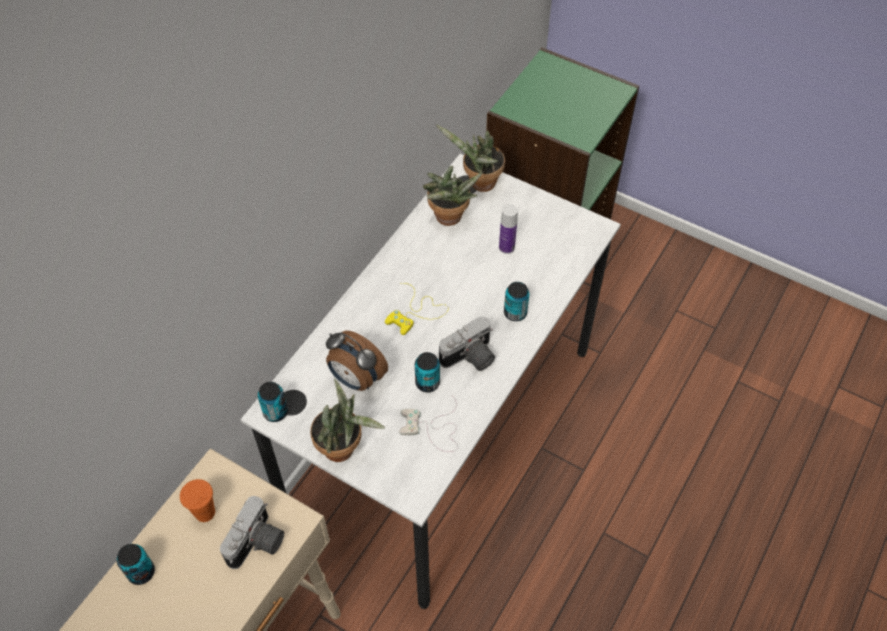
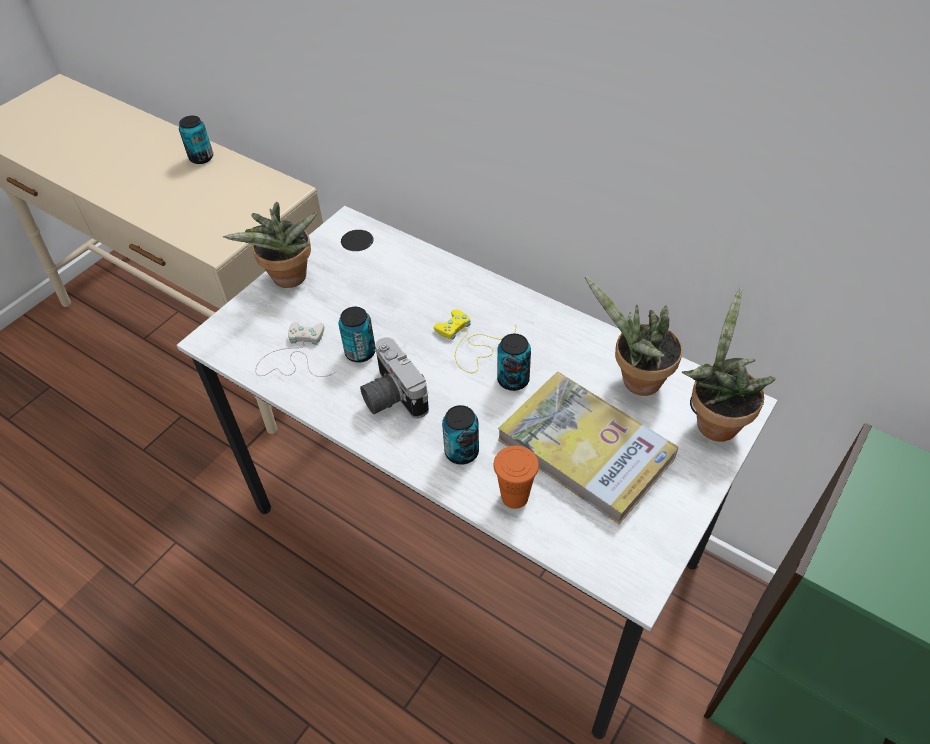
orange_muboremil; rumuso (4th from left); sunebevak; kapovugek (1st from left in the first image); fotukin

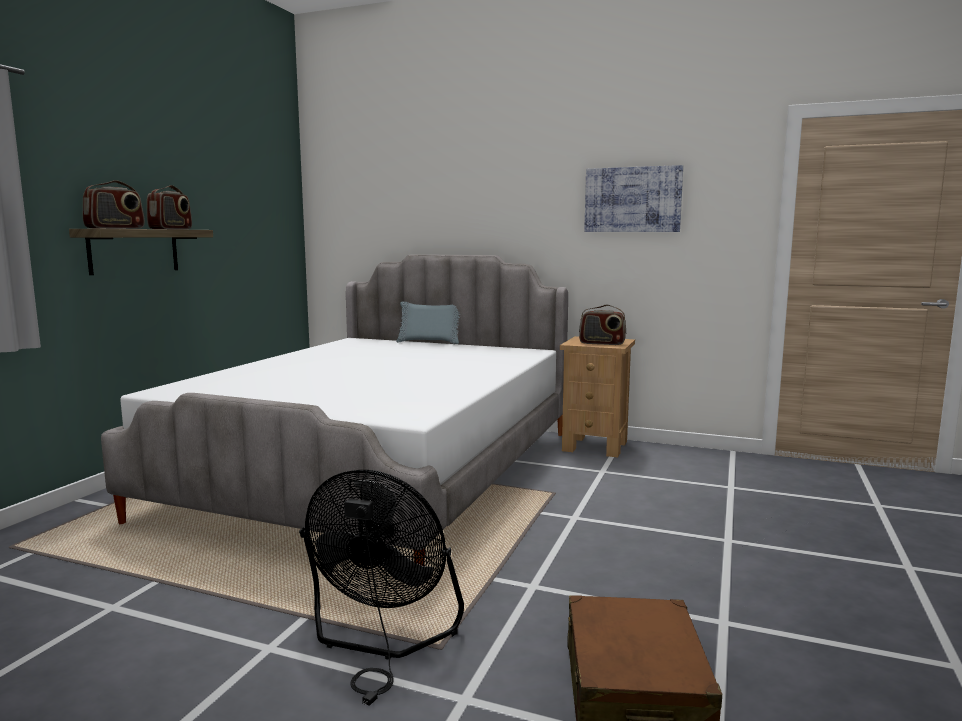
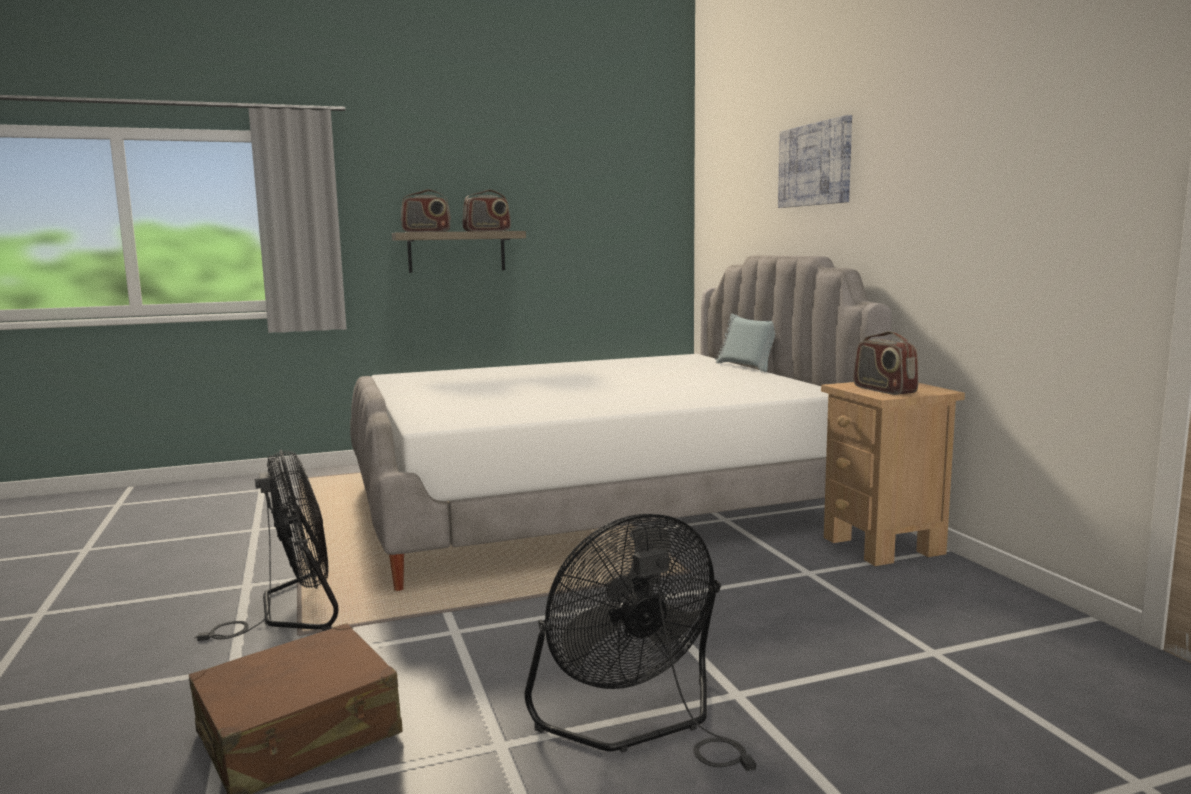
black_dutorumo (2nd from left); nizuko

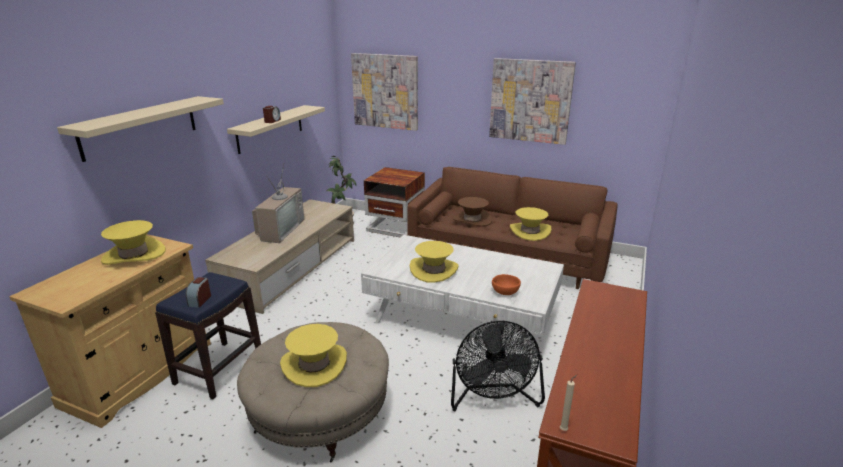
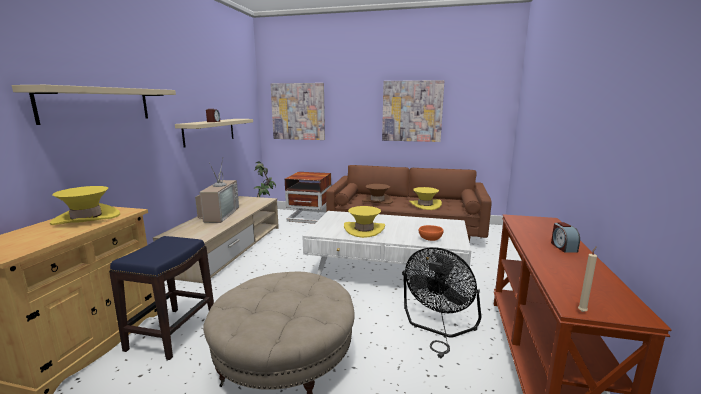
black_dutorumo; fotukin (2nd from left); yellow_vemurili (2nd from left in the first image)

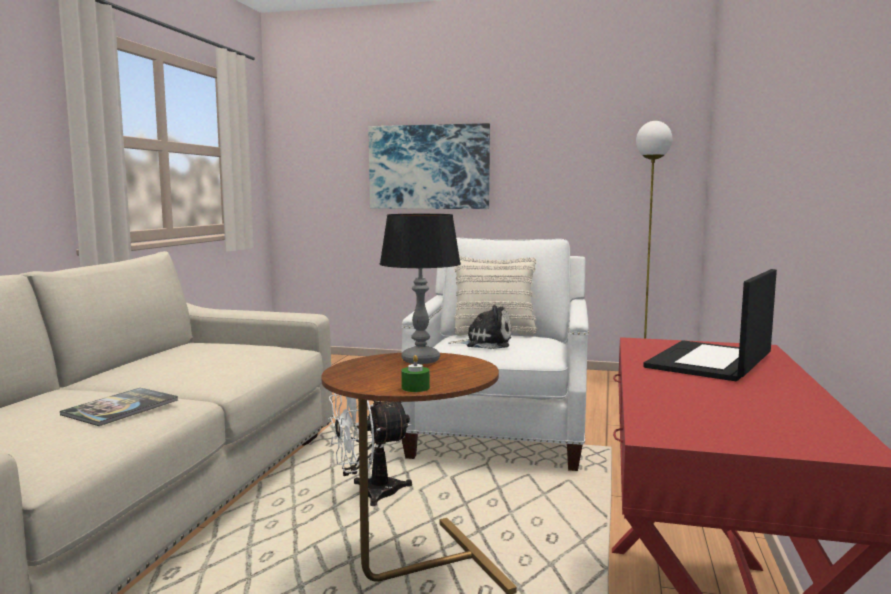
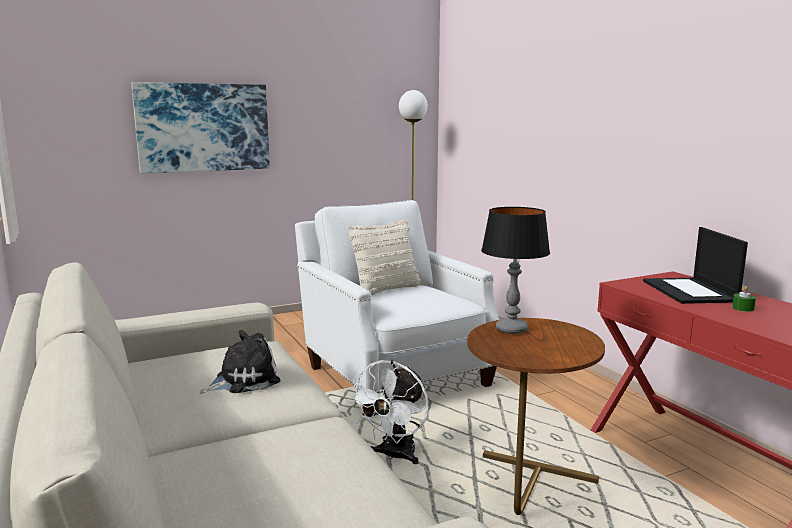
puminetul; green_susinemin; sunebevak

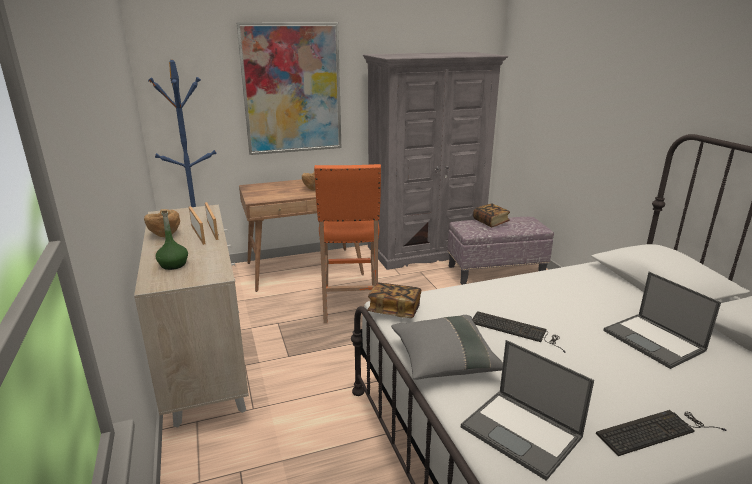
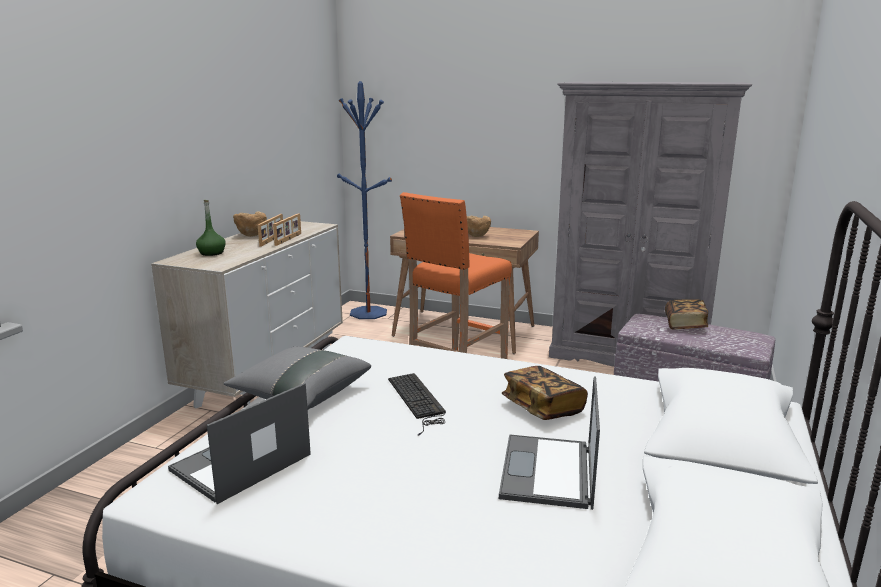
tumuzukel (1st from left); sunebevak (1st from left); nizuko; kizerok (2nd from left in the first image)

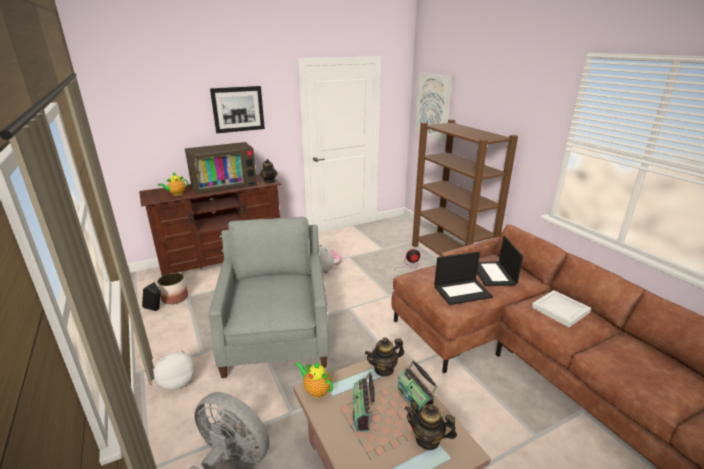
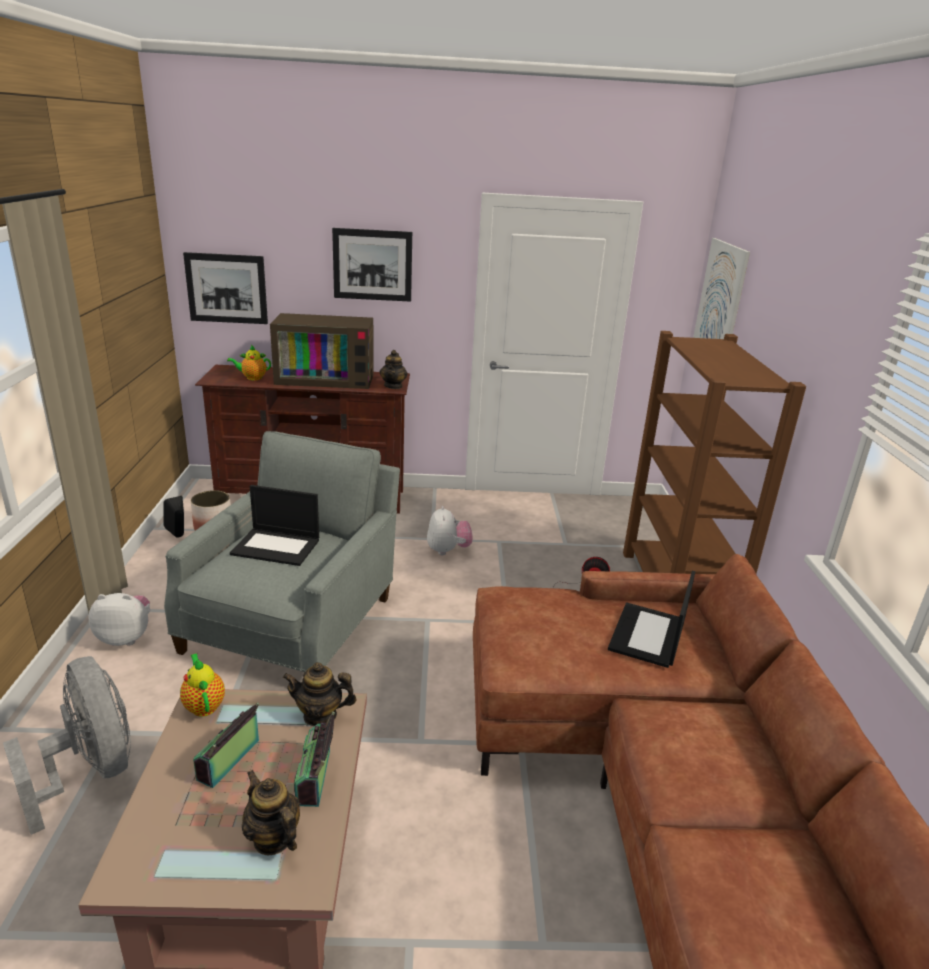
nizuko (1st from left); tumuzukel (1st from left); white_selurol

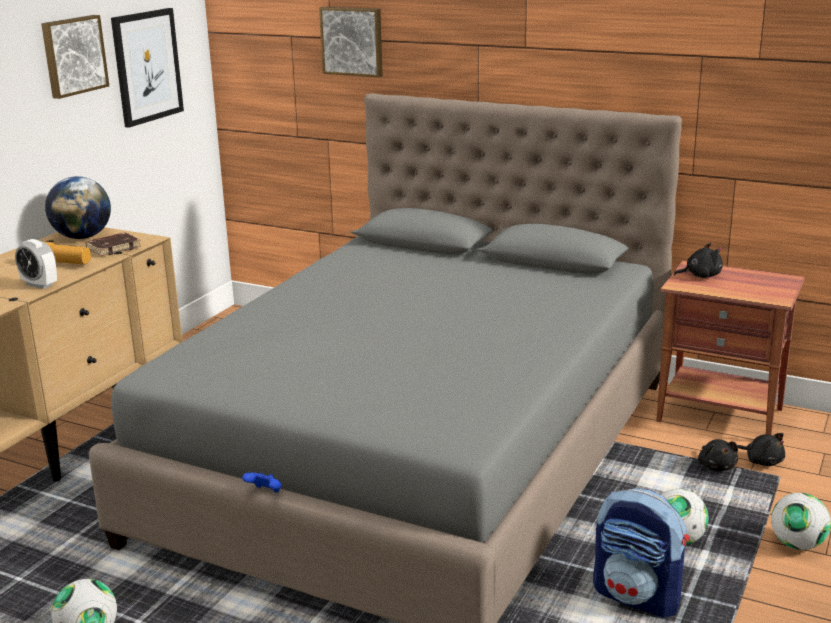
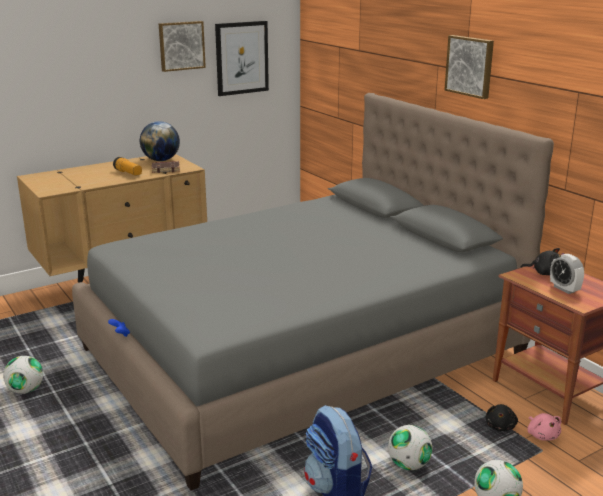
nizuko (3rd from left); pink_puminetul; fotukin

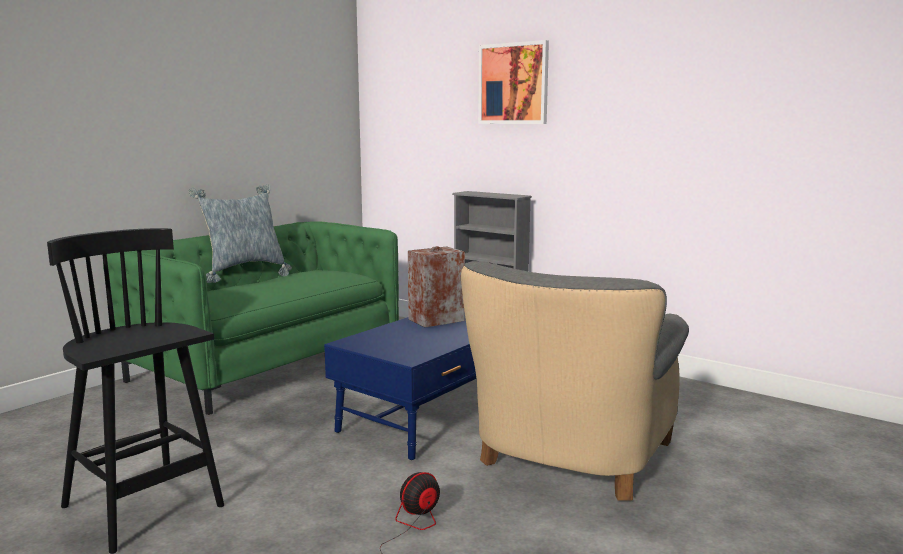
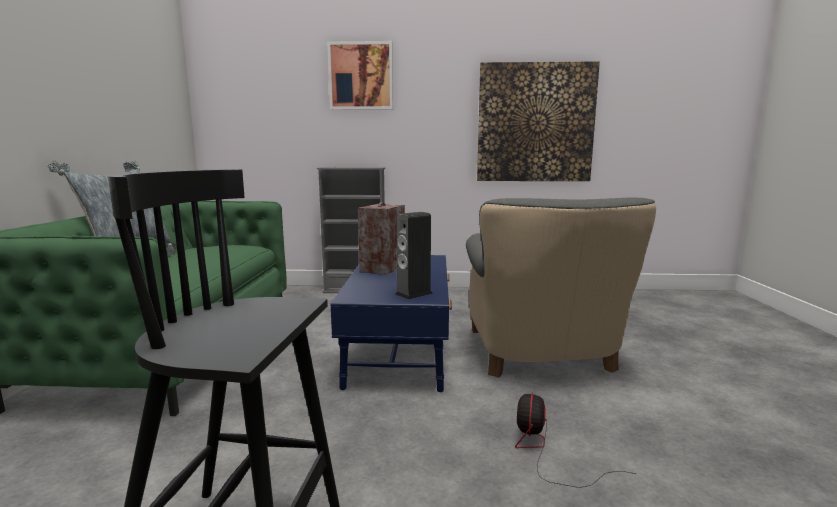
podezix (2nd from left); nizuko (2nd from left)

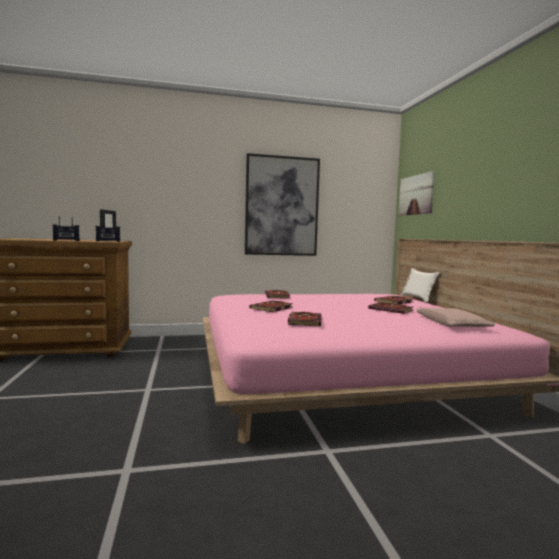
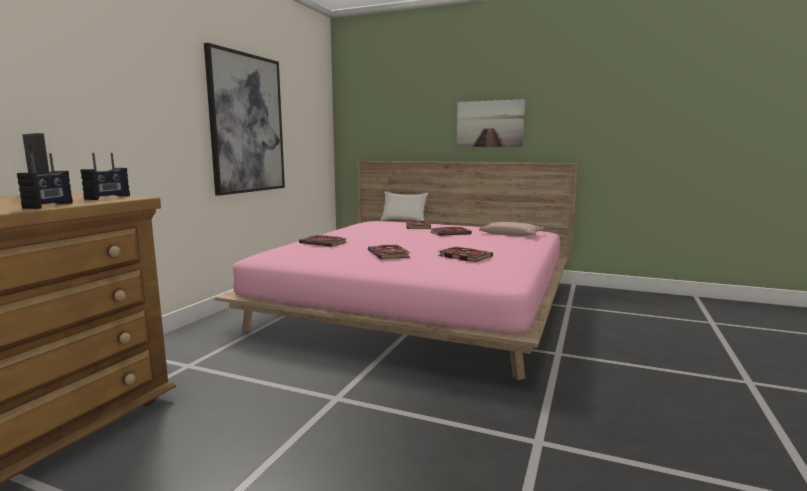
nizuko (2nd from left)

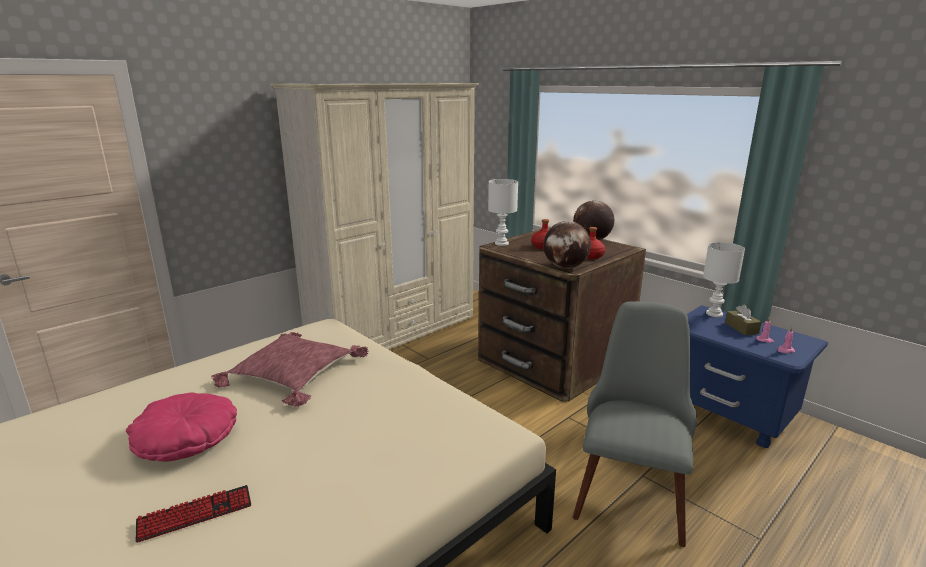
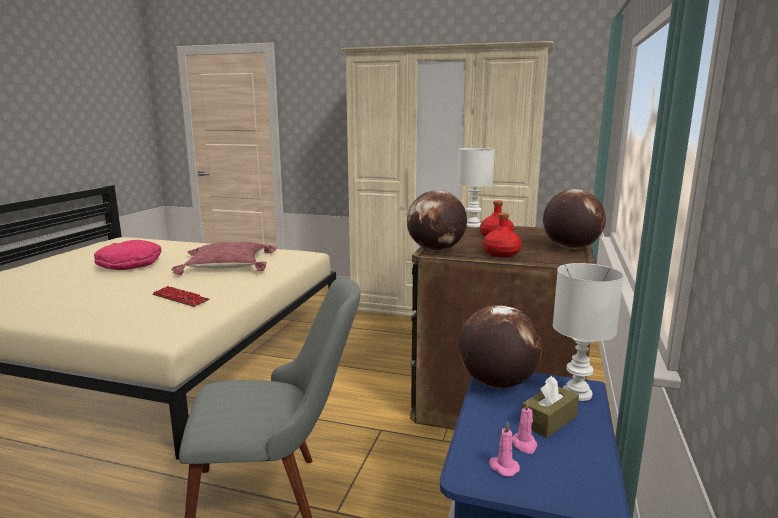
kizerok; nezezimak (2nd from left)

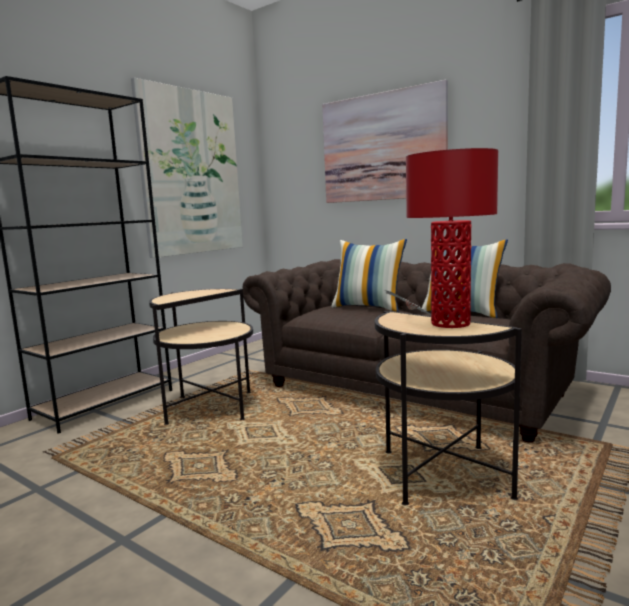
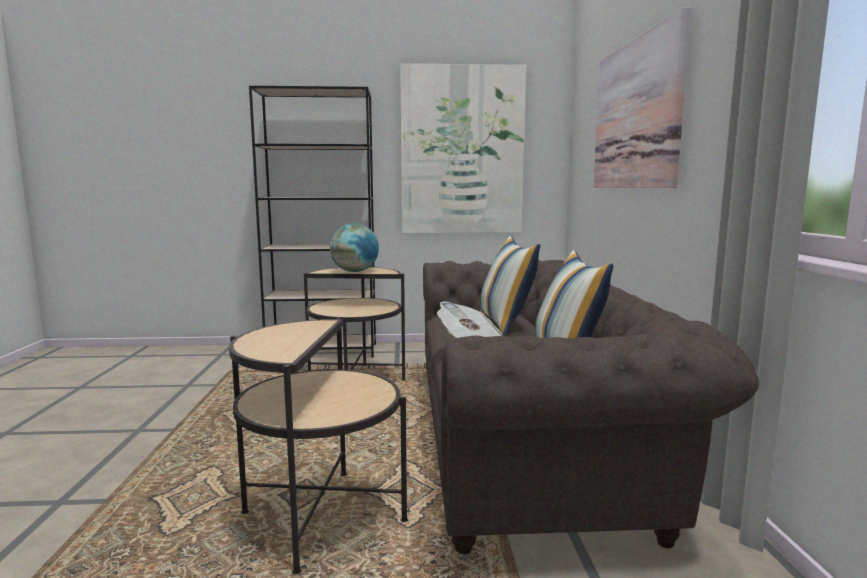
nezezimak; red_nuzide

